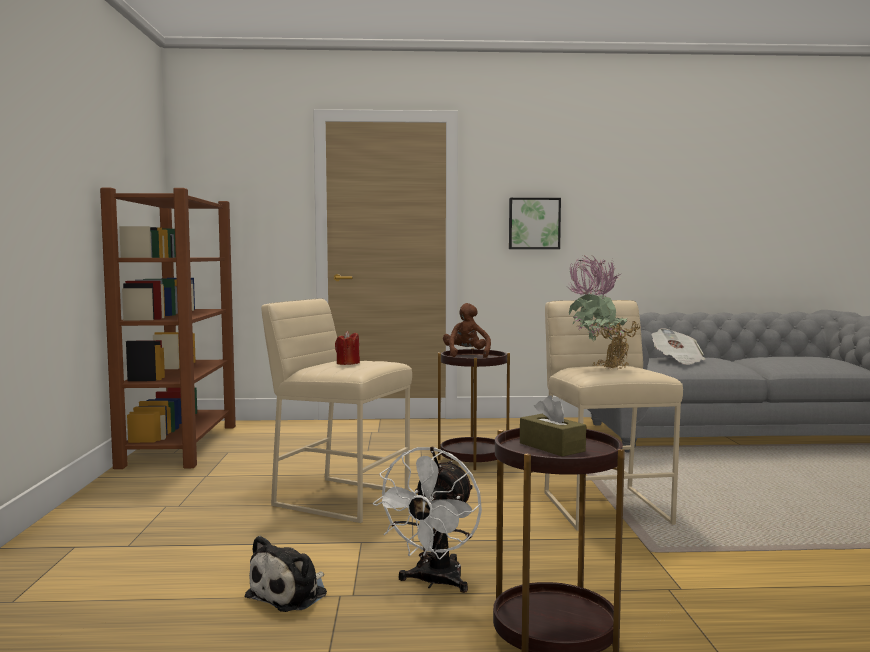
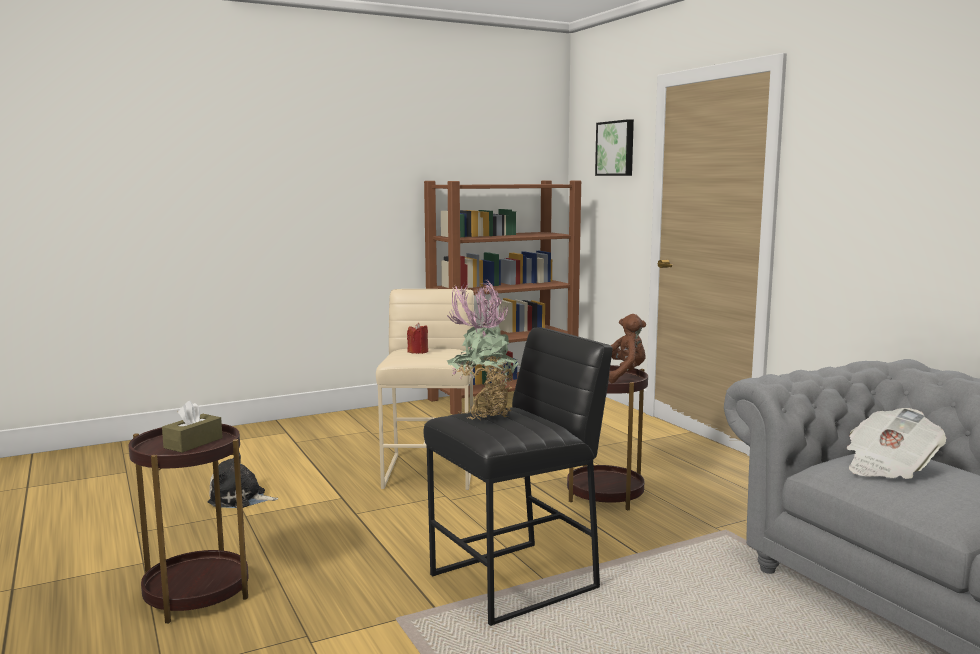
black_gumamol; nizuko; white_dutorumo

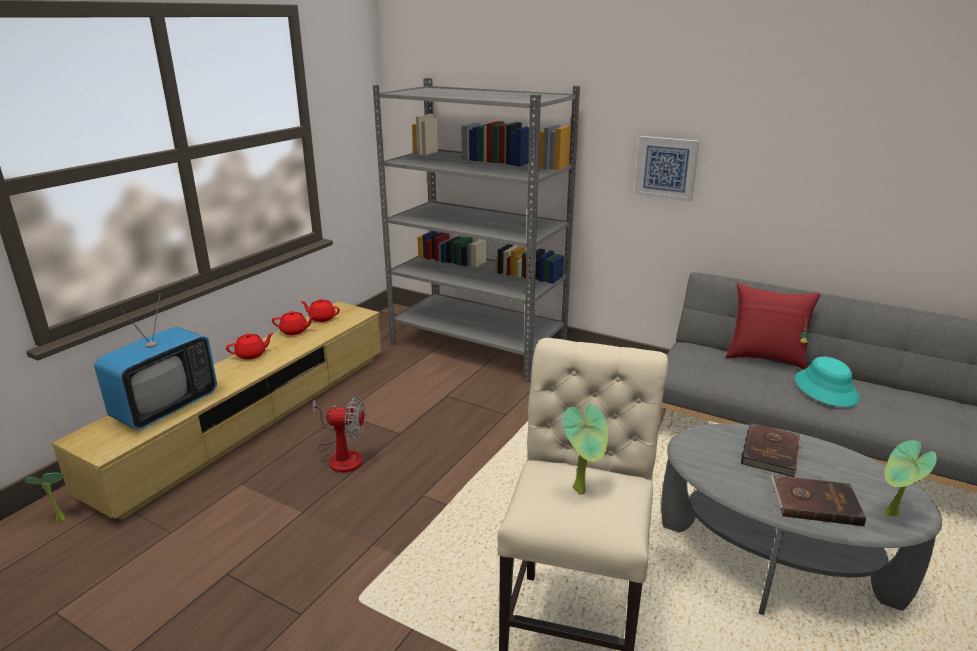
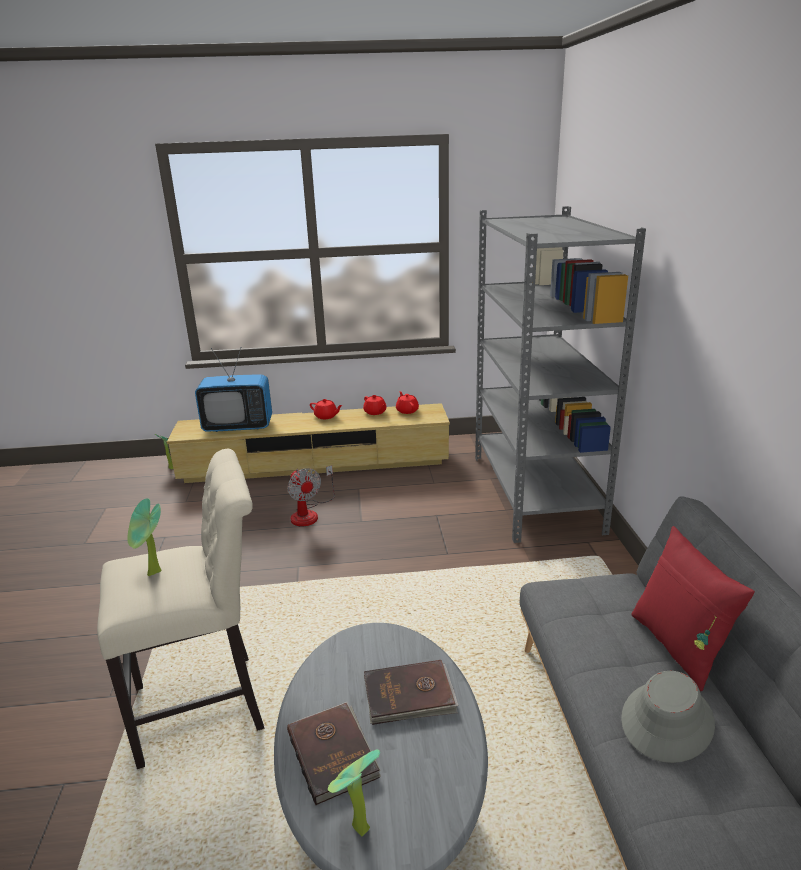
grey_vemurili; nizuko

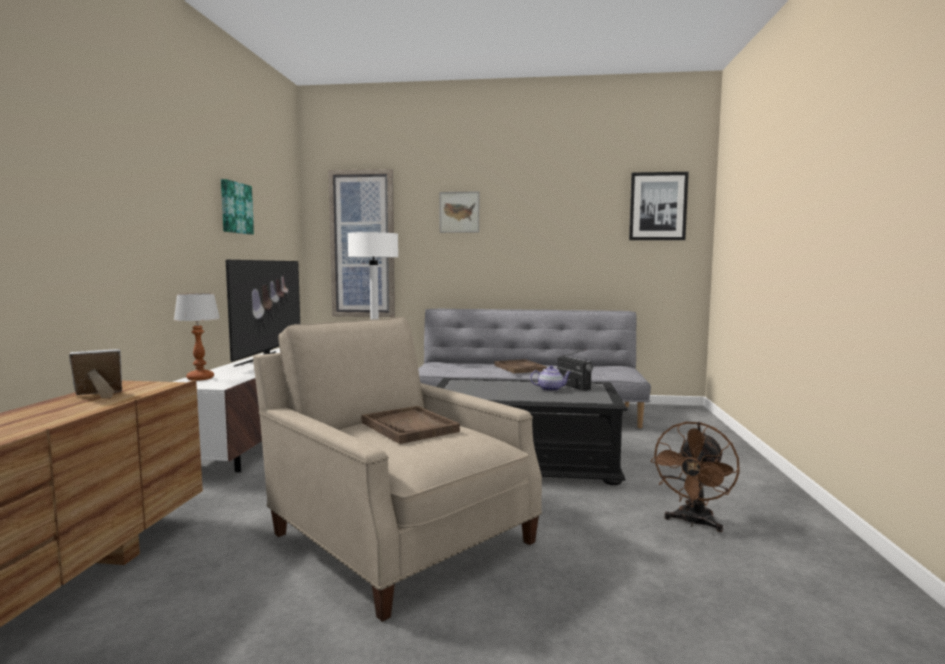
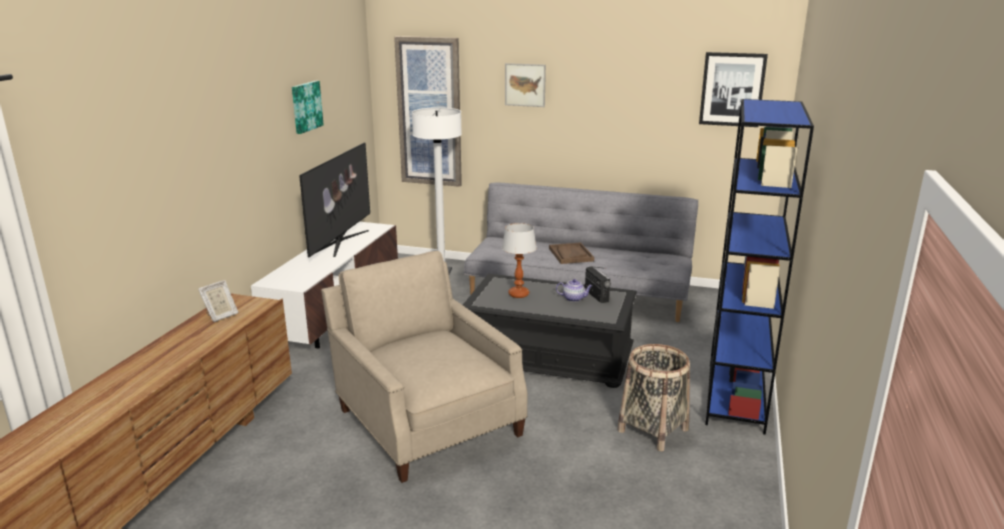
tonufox; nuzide; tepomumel; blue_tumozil; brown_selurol (1st from left in the first image)

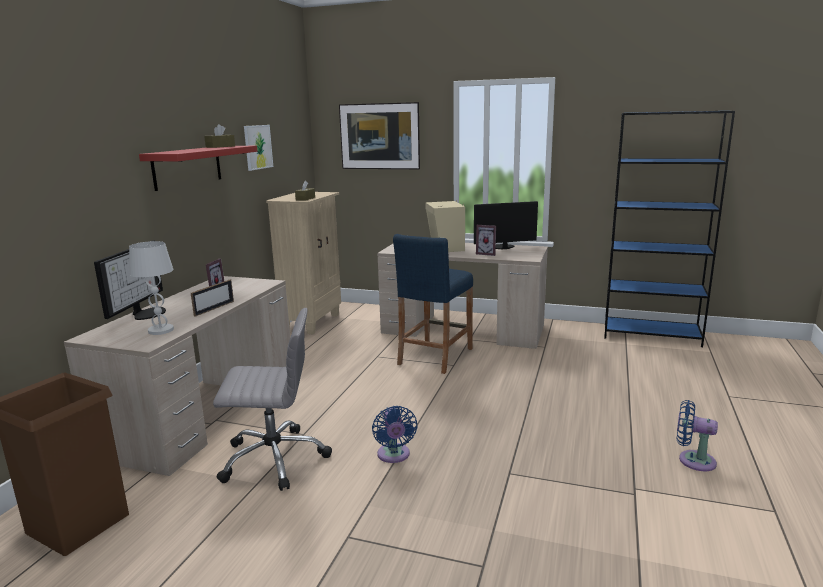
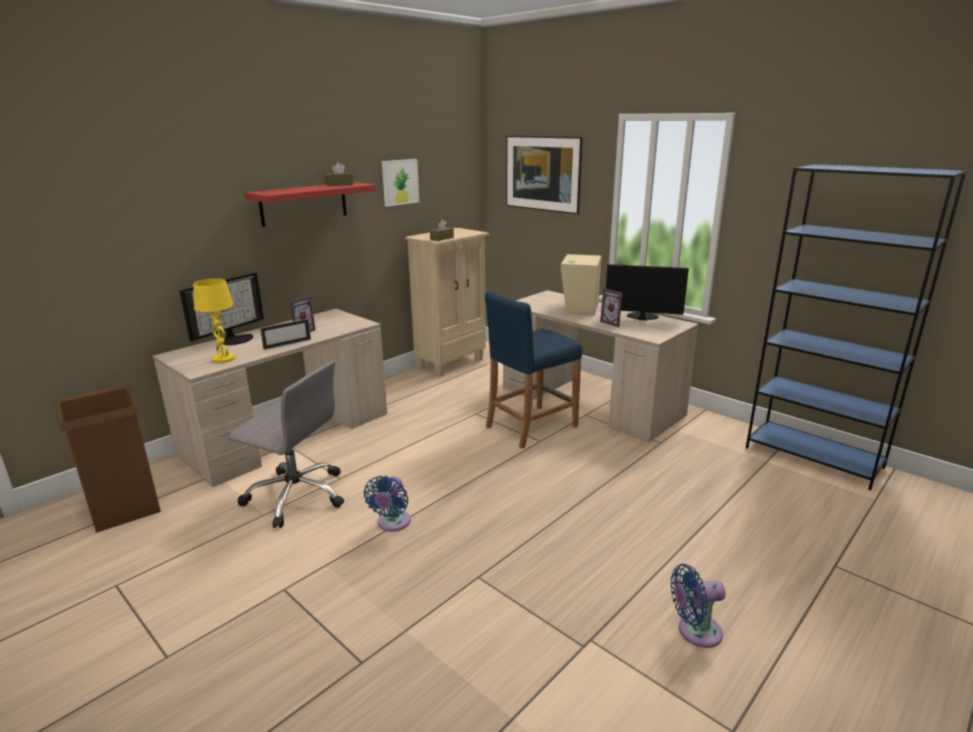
yellow_nuzide; blue_dutorumo (2nd from left)

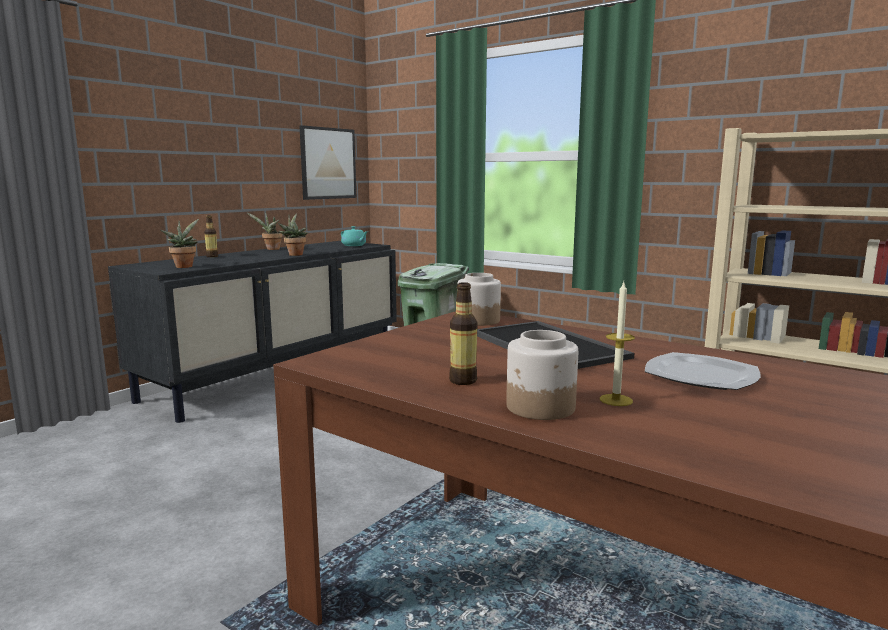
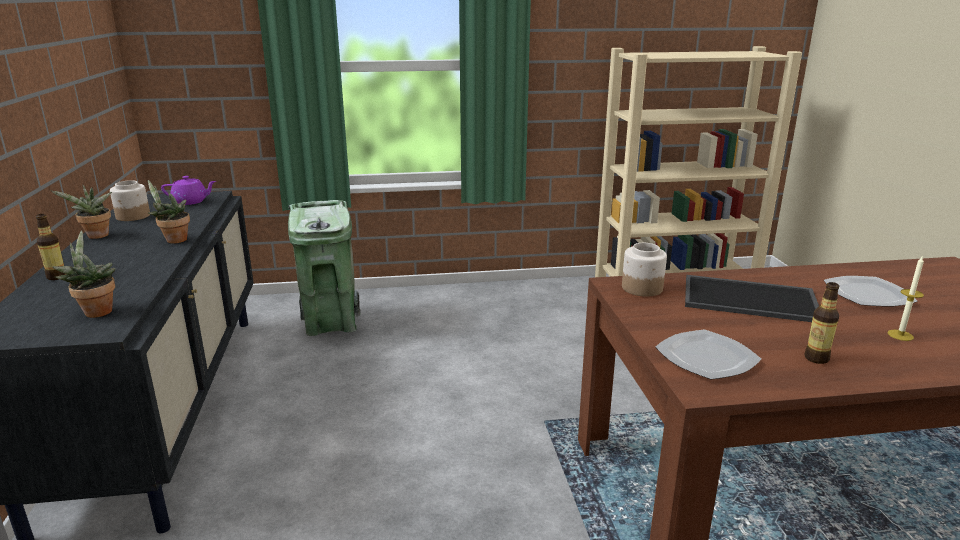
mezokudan (1st from left); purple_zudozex; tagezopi (1st from left); nizuko

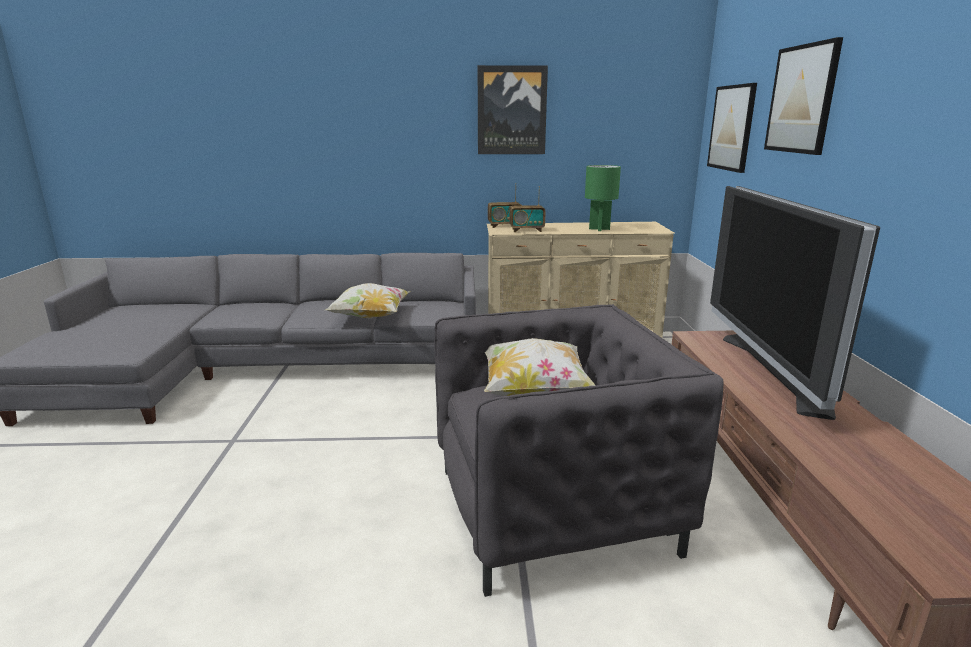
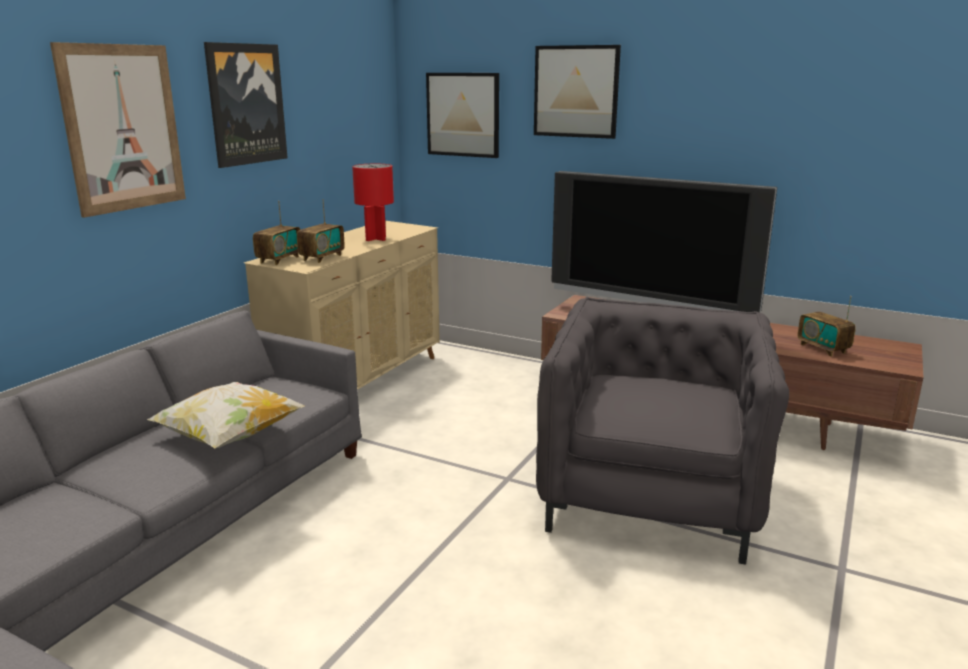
nizuko (1st from left); red_nuzide; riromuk (3rd from left); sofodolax (2nd from left in the first image)

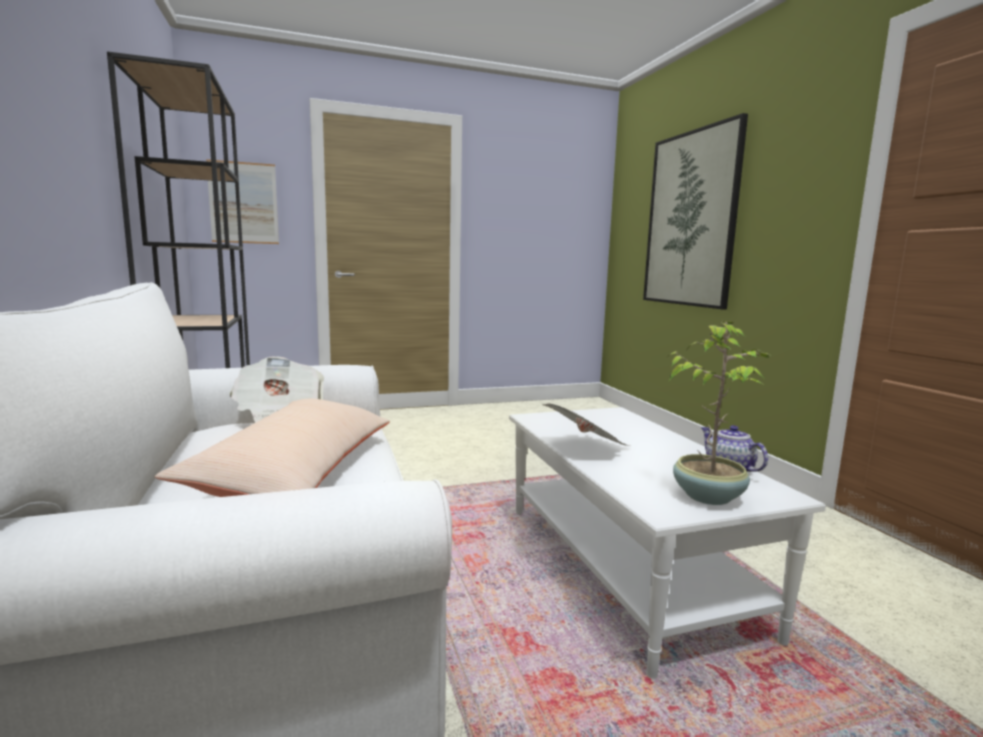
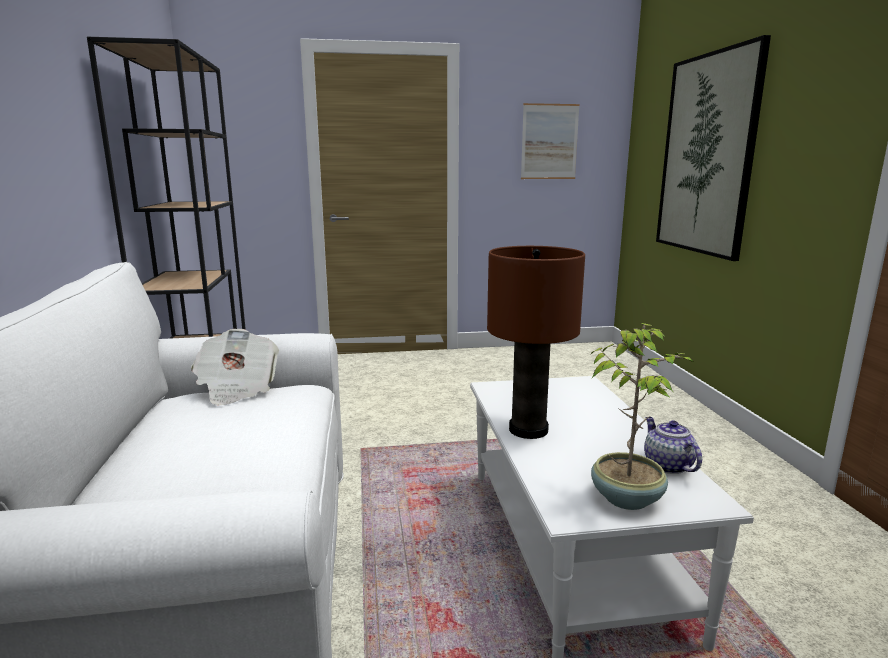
brown_nuzide; nizuko (1st from left); beige_sofodolax

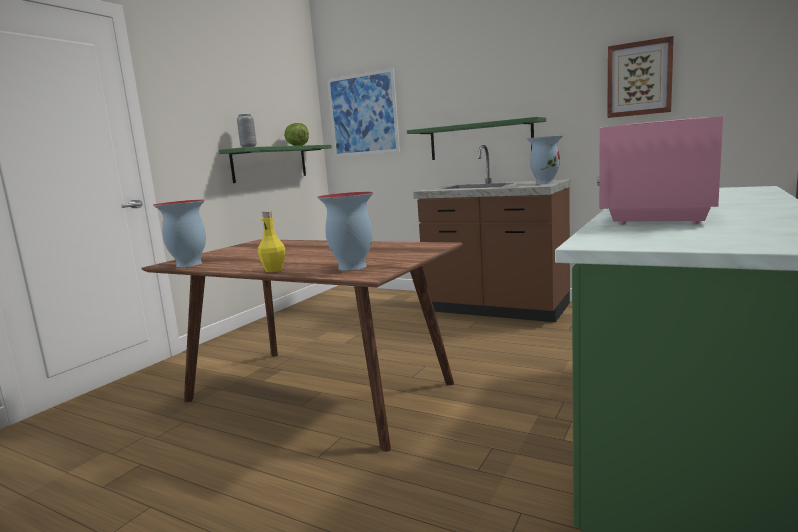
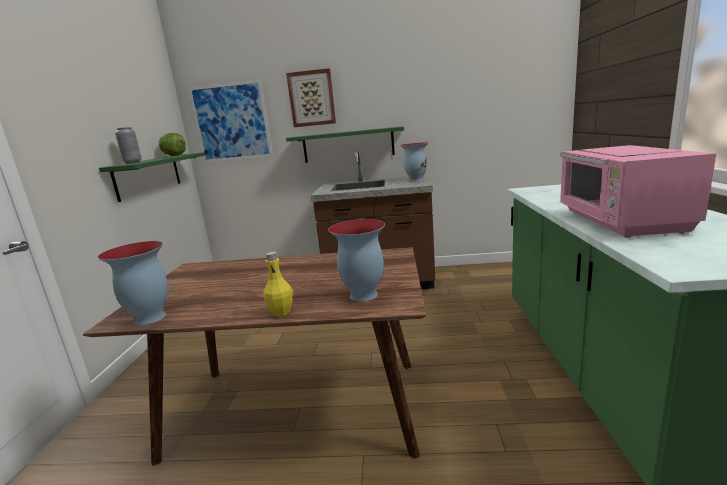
nizuko (2nd from left)

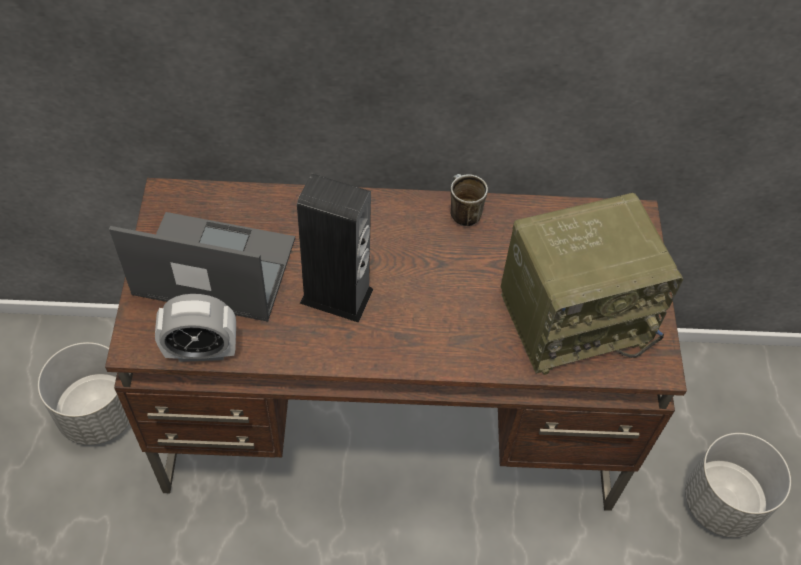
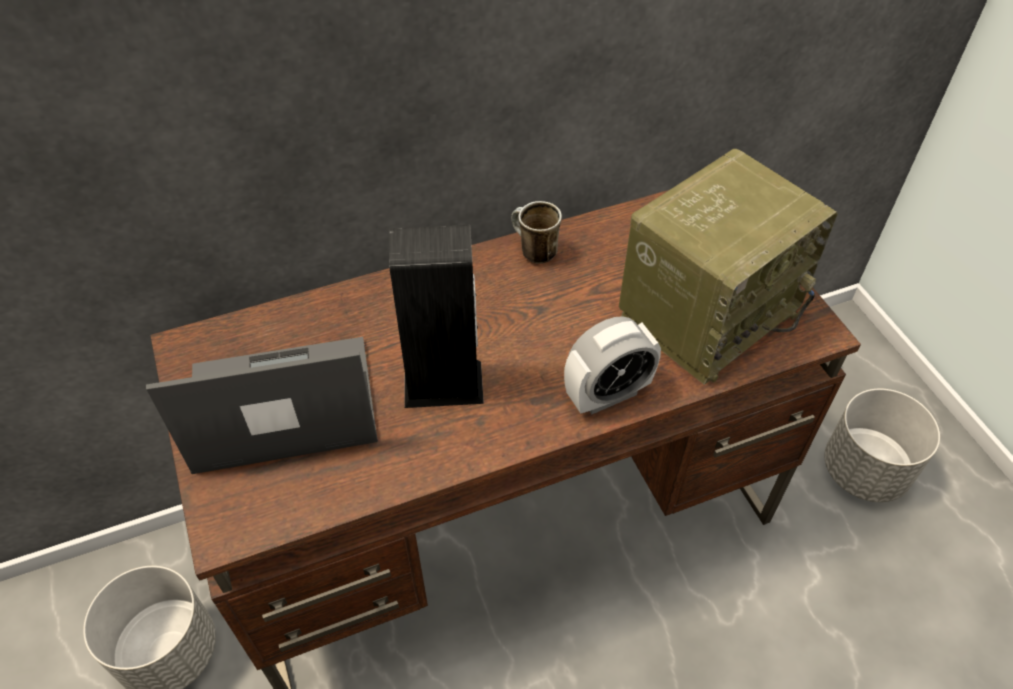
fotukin

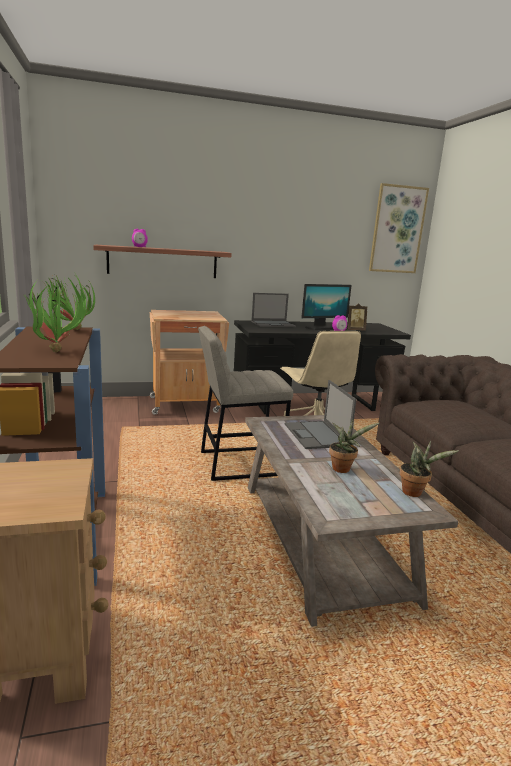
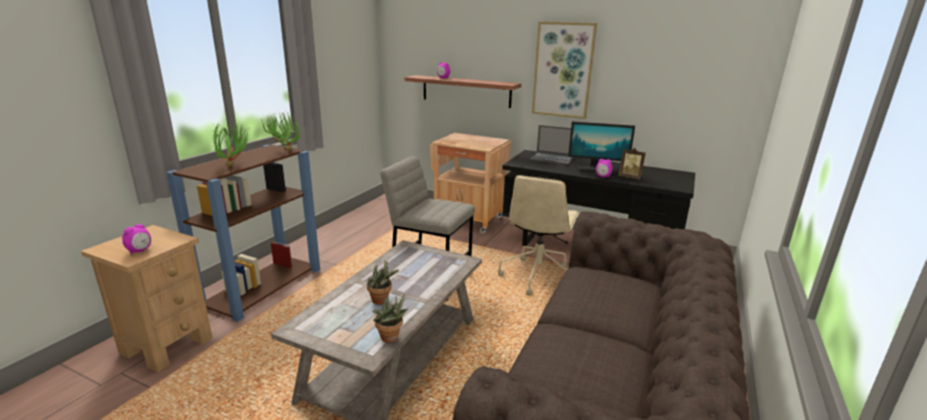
fotukin (1st from left); nizuko; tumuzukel (2nd from left in the first image)

